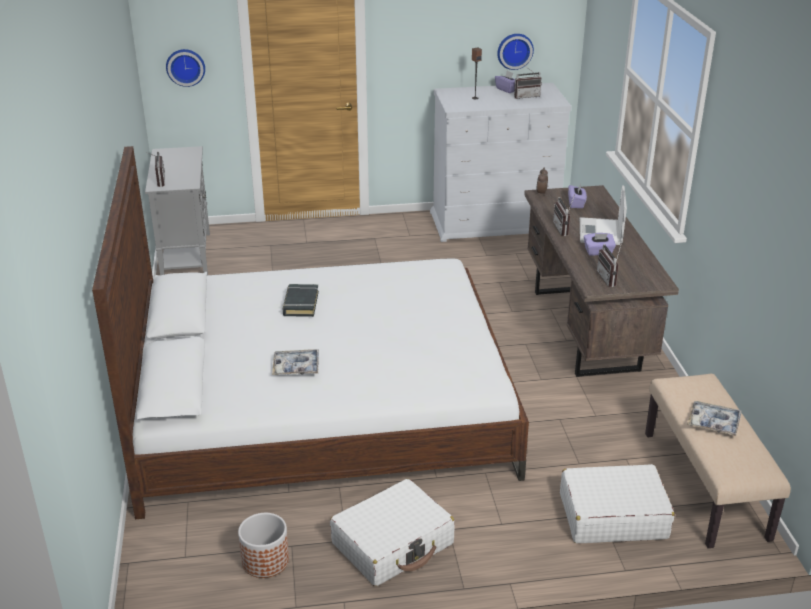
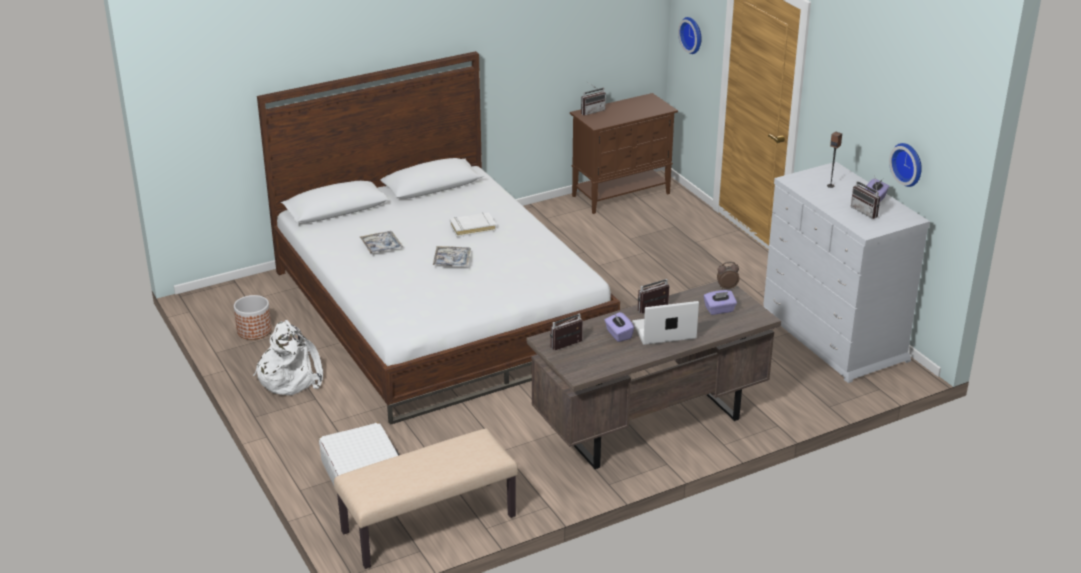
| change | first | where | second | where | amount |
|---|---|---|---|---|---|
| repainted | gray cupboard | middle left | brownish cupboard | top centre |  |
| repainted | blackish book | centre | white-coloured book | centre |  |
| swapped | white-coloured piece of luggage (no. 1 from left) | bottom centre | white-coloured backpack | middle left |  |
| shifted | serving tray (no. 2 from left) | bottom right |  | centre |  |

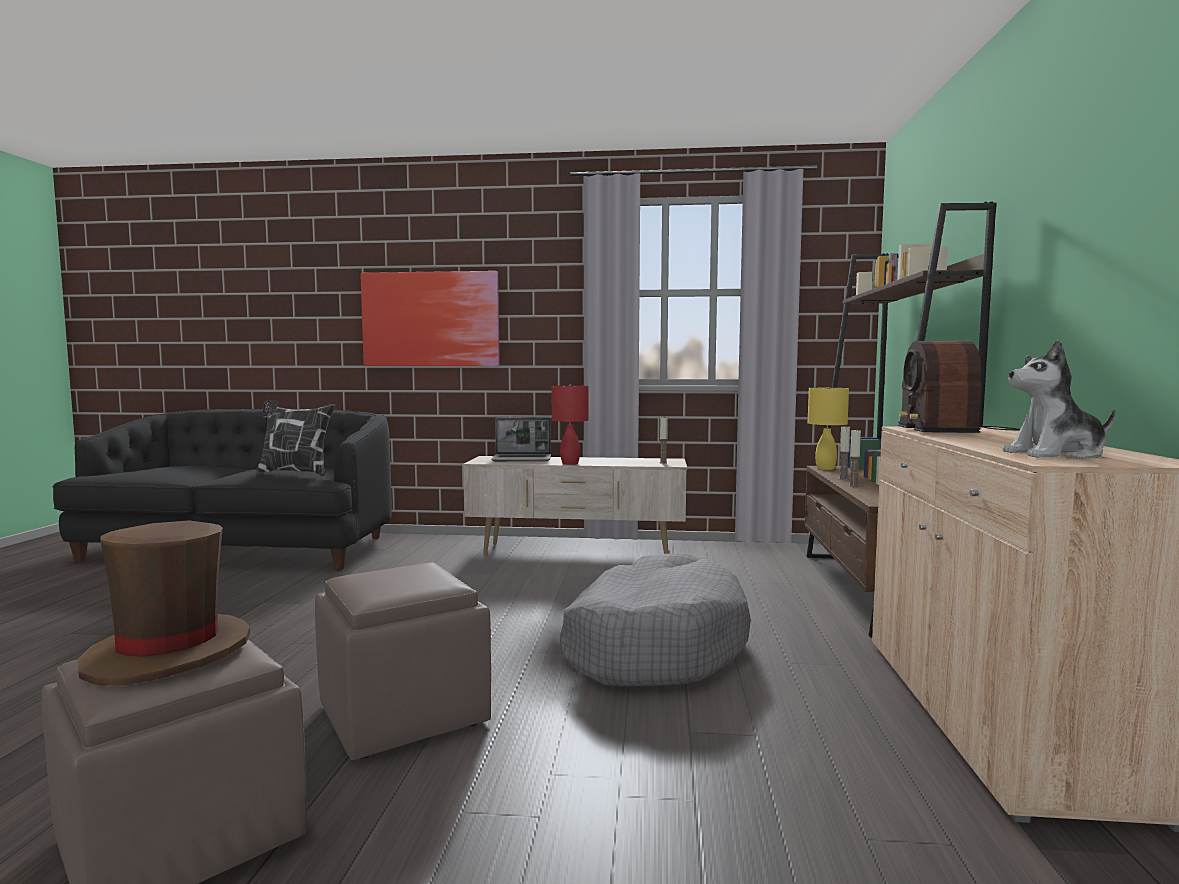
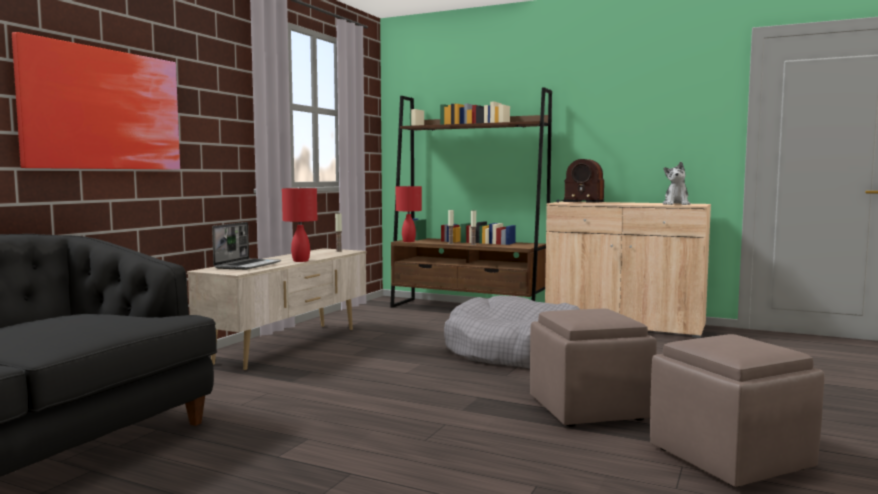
| change | first | where | second | where | amount |
|---|---|---|---|---|---|
| gone | brownish hat | bottom left |  |  |  |
| gone | cushion | middle left |  |  |  |
| repainted | yellow tabletop lamp | middle right | reddish tabletop lamp (no. 2 from left) | centre |  |

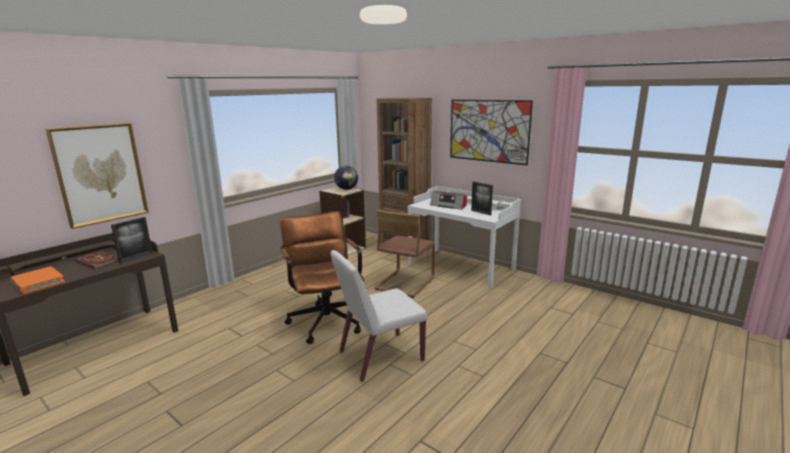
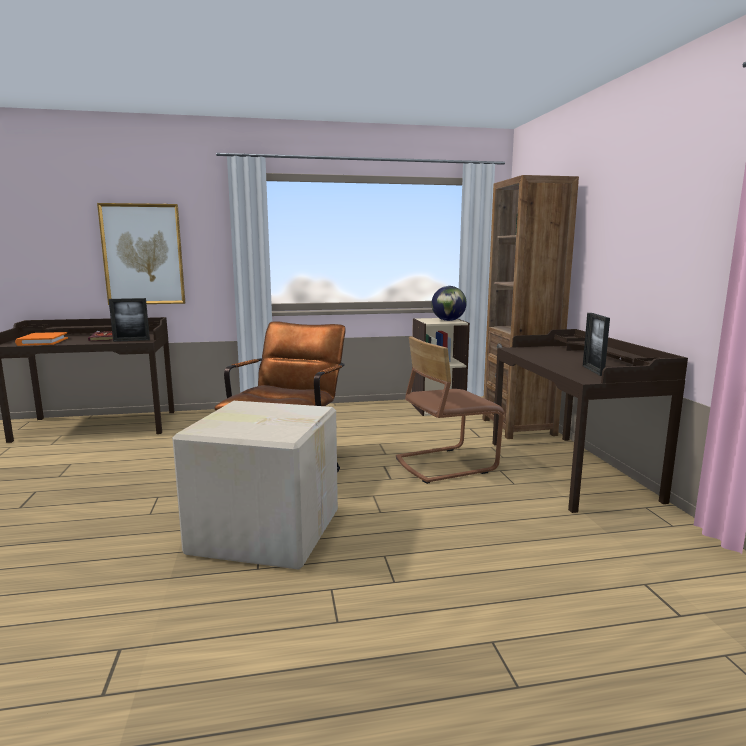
| change | first | where | second | where | amount |
|---|---|---|---|---|---|
| swapped | white-coloured plain chair | bottom centre | packing box | centre |  |
| repainted | white-coloured desk | centre | brownish desk (no. 2 from left) | middle right |  |
| gone | radio receiver | centre |  |  |  |
| gone | wall art (no. 2 from left) | top centre |  |  |  |

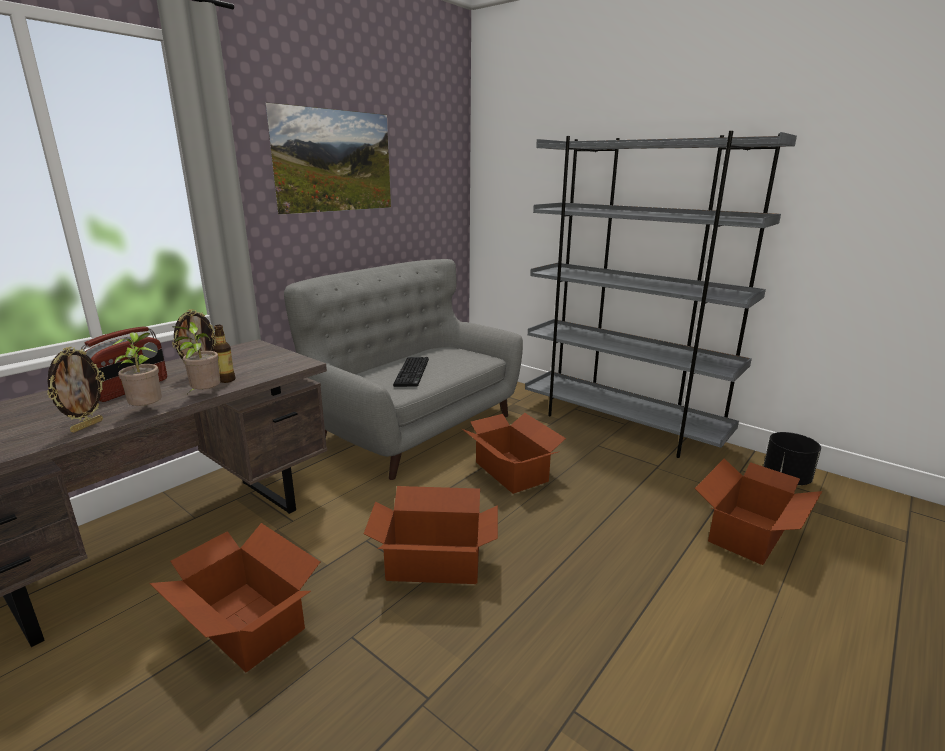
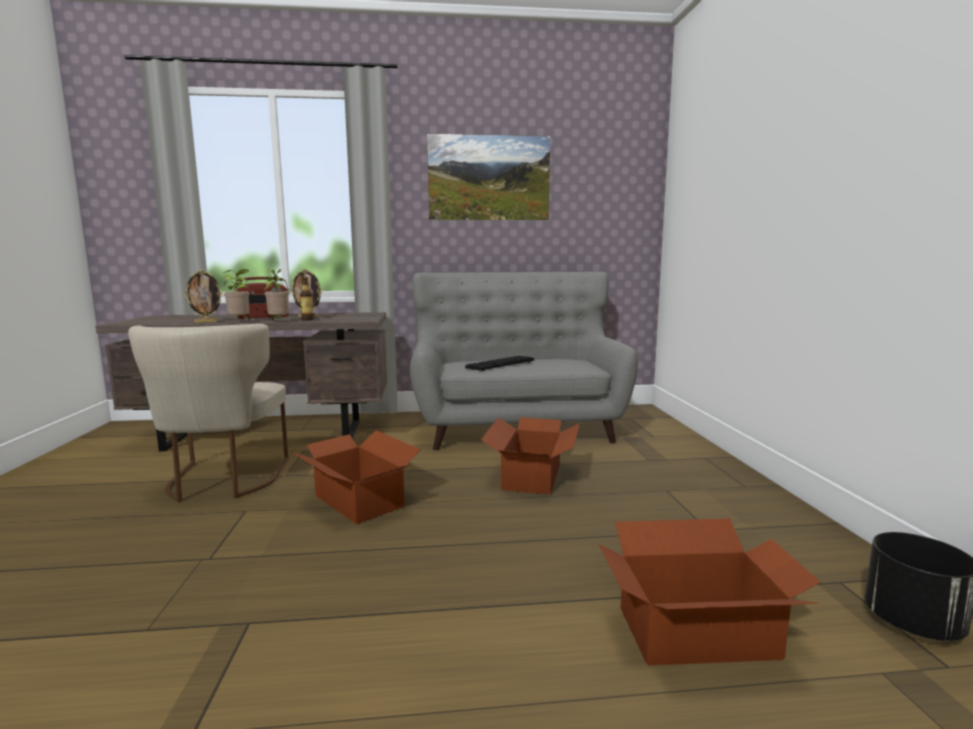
| change | first | where | second | where | amount |
|---|---|---|---|---|---|
| swapped | packing box (no. 1 from left) | bottom left | sand-coloured plain chair | middle left |  |
| gone | gray bookshelf | middle right |  |  |  |

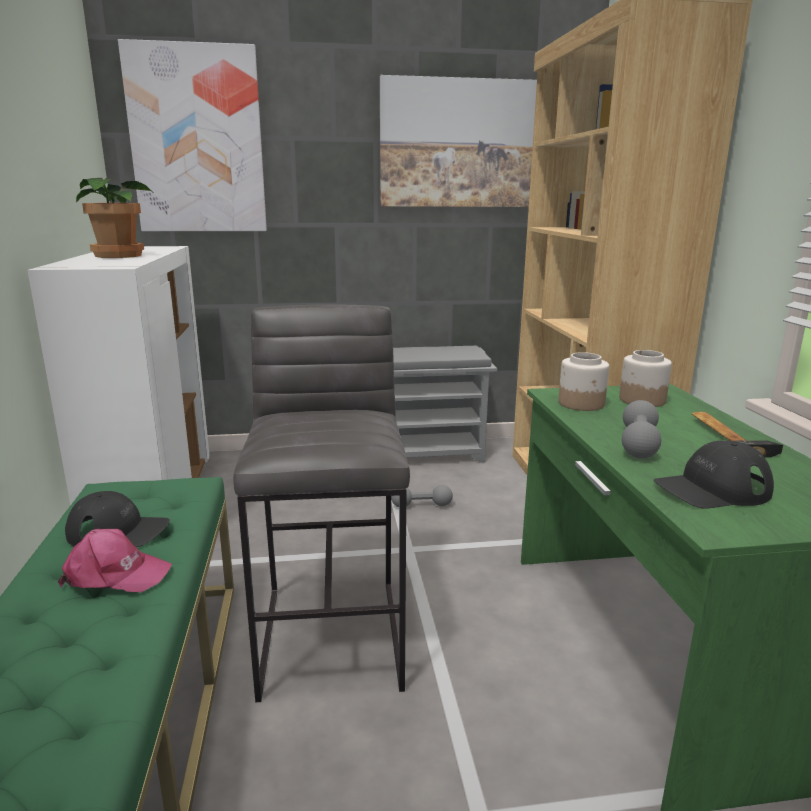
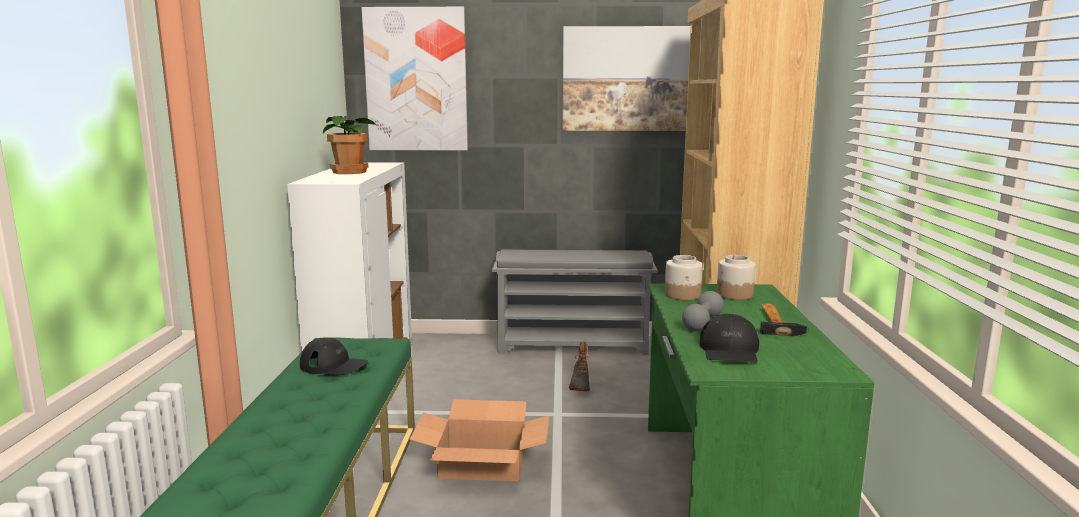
| change | first | where | second | where | amount |
|---|---|---|---|---|---|
| gone | pink-coloured cap | bottom left |  |  |  |
| swapped | gray stool | centre | packing box | bottom centre |  |
| swapped | gray hand weight (no. 1 from left) | centre | tall boot | bottom centre |  |
| rotated | blackish cap (no. 2 from left) | middle right |  | middle right | 75 degrees counterclockwise |

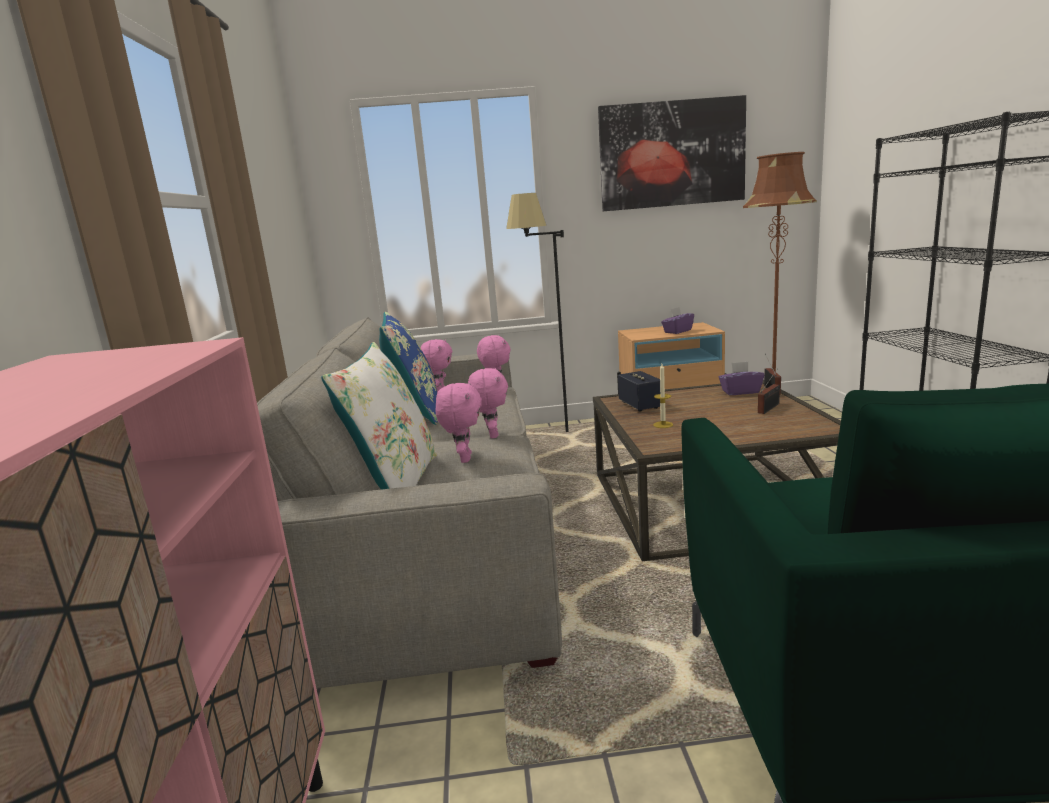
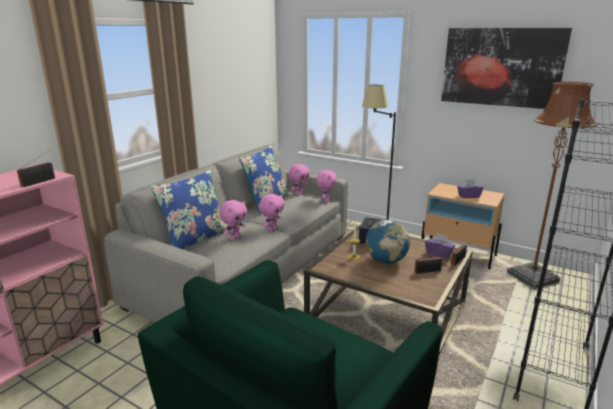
| change | first | where | second | where | amount |
|---|---|---|---|---|---|
| repainted | white-coloured cushion | centre | blue-coloured cushion (no. 1 from left) | middle left |  |
| new |  |  | radio receiver (no. 1 from left) | middle left |  |
| new |  |  | globe | centre |  |

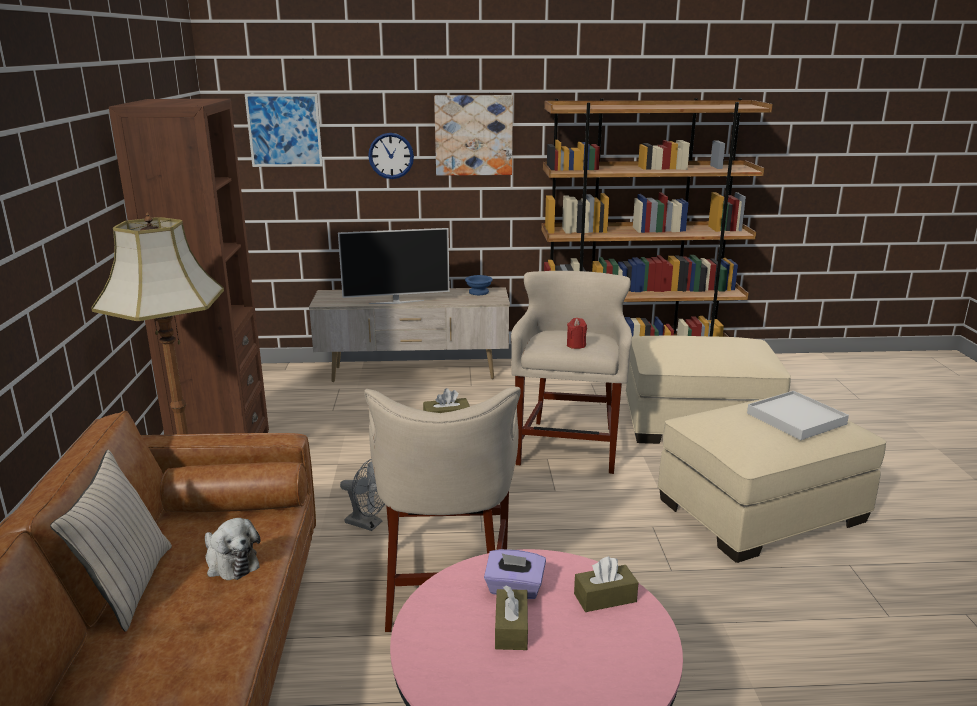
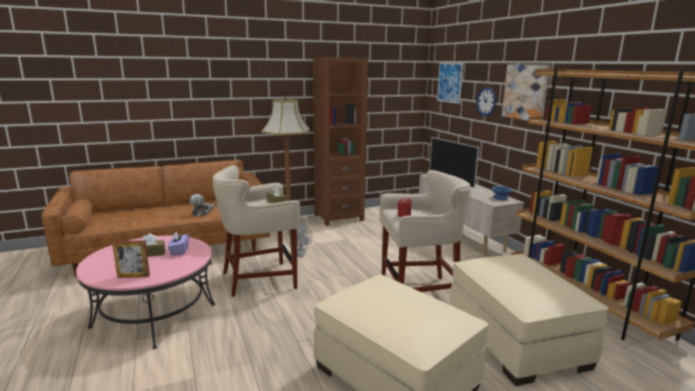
| change | first | where | second | where | amount |
|---|---|---|---|---|---|
| gone | sand-coloured cushion | bottom left |  |  |  |
| gone | brownish box of tissues (no. 3 from left) | bottom centre |  |  |  |
| gone | white-coloured serving tray | middle right |  |  |  |
| new |  |  | standing frame | middle left |  |

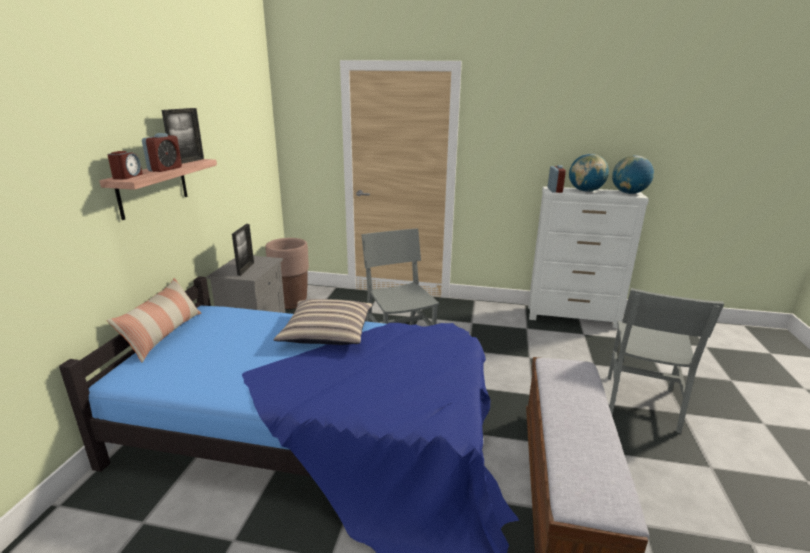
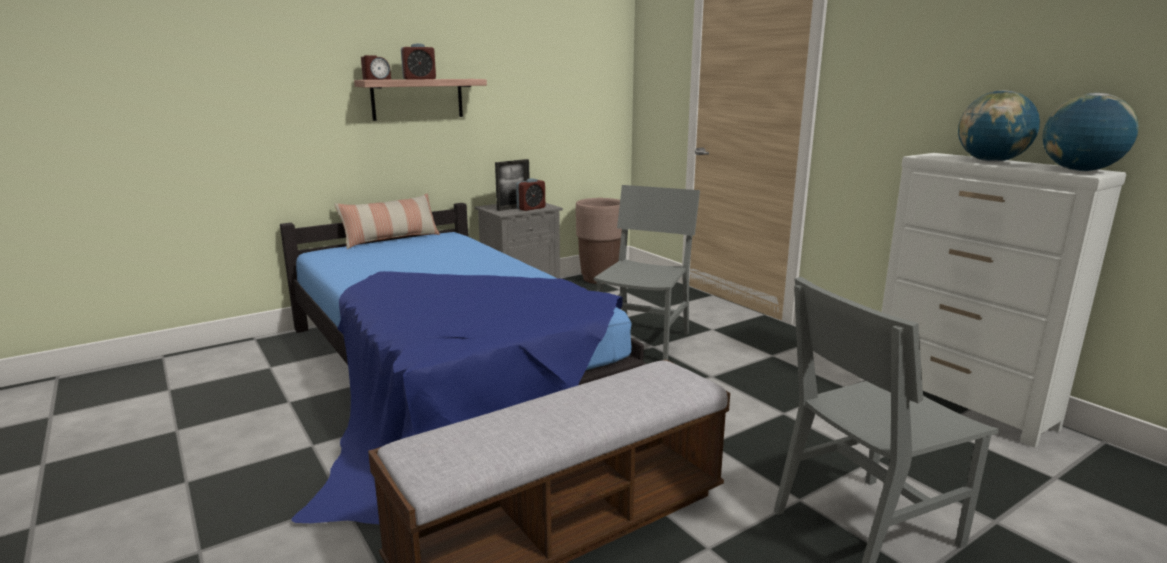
| change | first | where | second | where | amount |
|---|---|---|---|---|---|
| gone | standing frame (no. 1 from left) | top left |  |  |  |
| gone | cushion (no. 2 from left) | centre |  |  |  |
| shifted | alarm clock (no. 3 from left) | top right |  | centre |  |

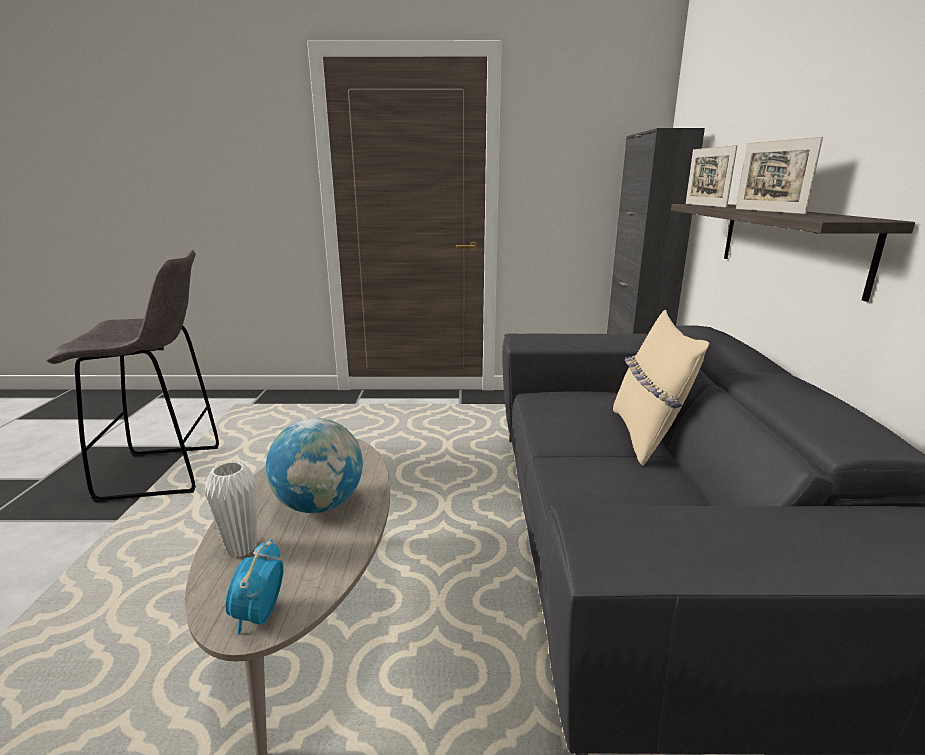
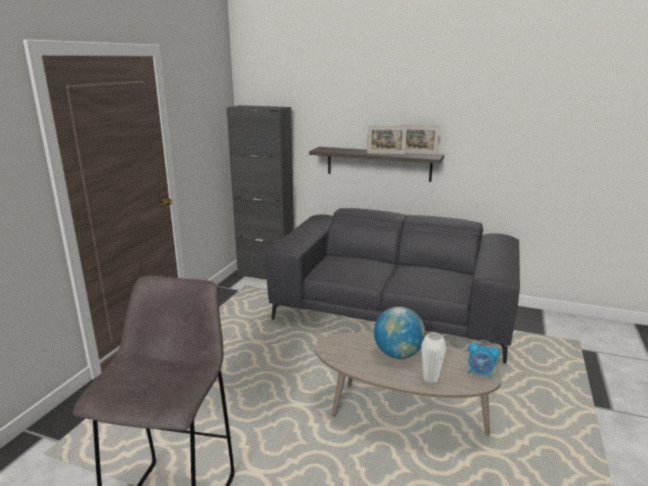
| change | first | where | second | where | amount |
|---|---|---|---|---|---|
| gone | sand-coloured cushion | middle right |  |  |  |
| shifted | standing frame (no. 1 from left in the first image) | top right | standing frame (no. 2 from left) | top centre |  |

